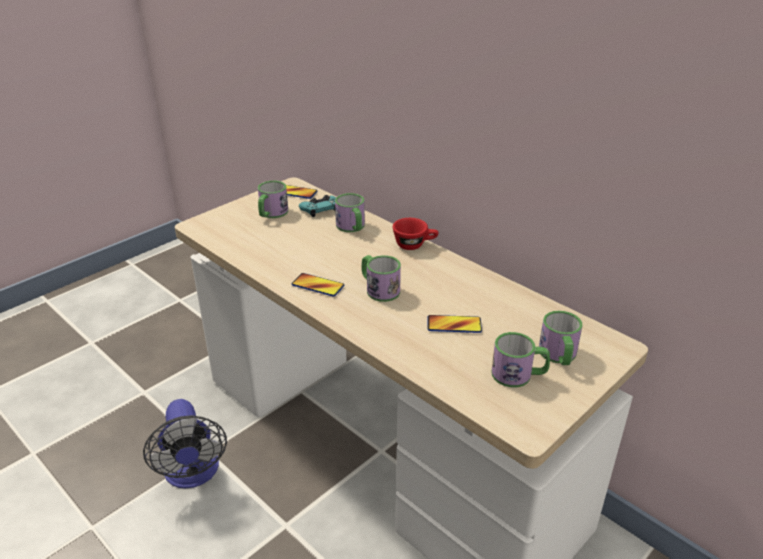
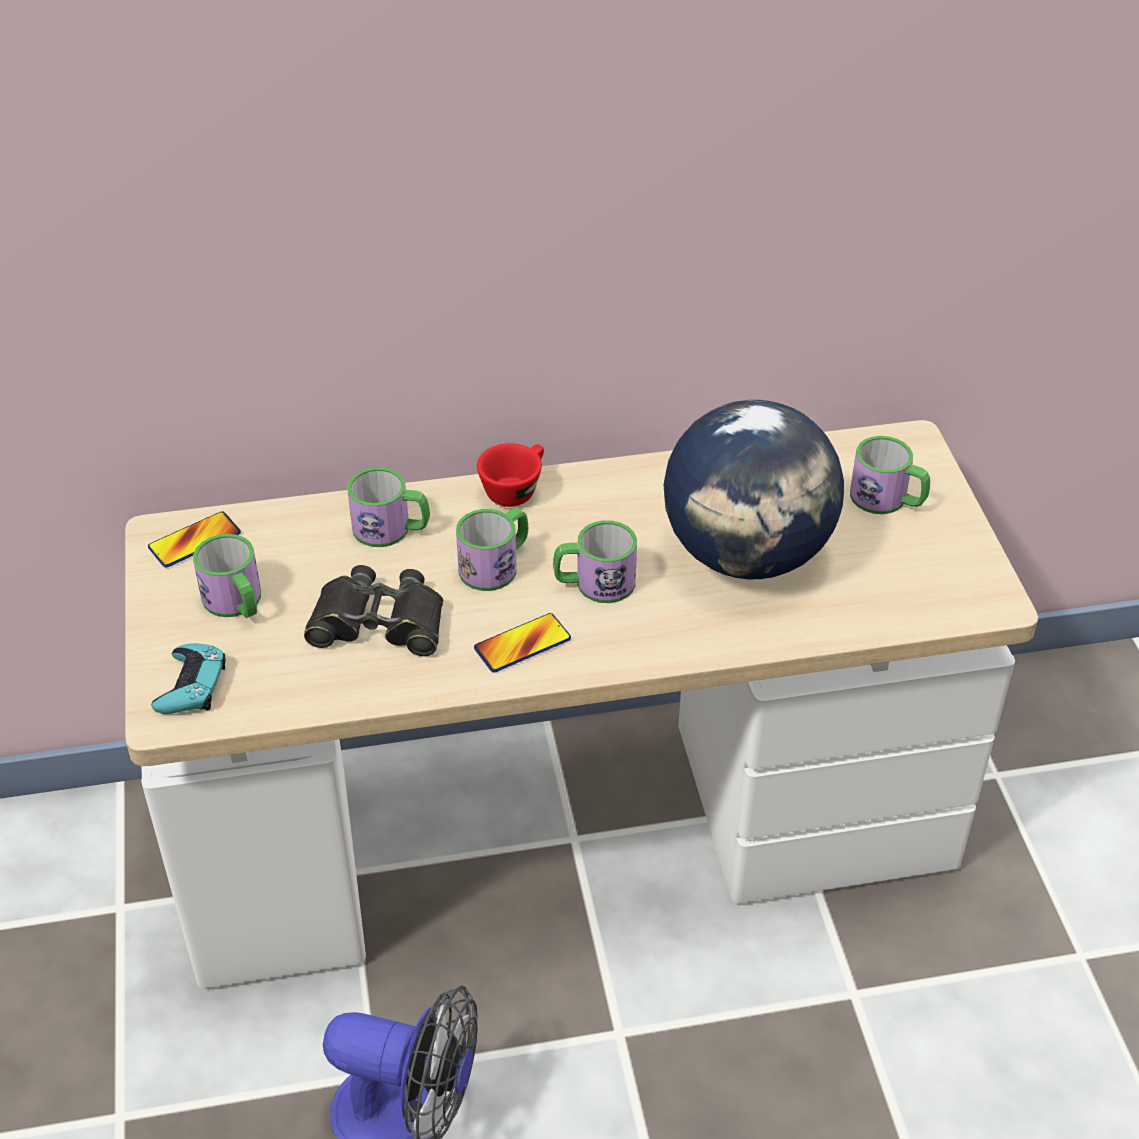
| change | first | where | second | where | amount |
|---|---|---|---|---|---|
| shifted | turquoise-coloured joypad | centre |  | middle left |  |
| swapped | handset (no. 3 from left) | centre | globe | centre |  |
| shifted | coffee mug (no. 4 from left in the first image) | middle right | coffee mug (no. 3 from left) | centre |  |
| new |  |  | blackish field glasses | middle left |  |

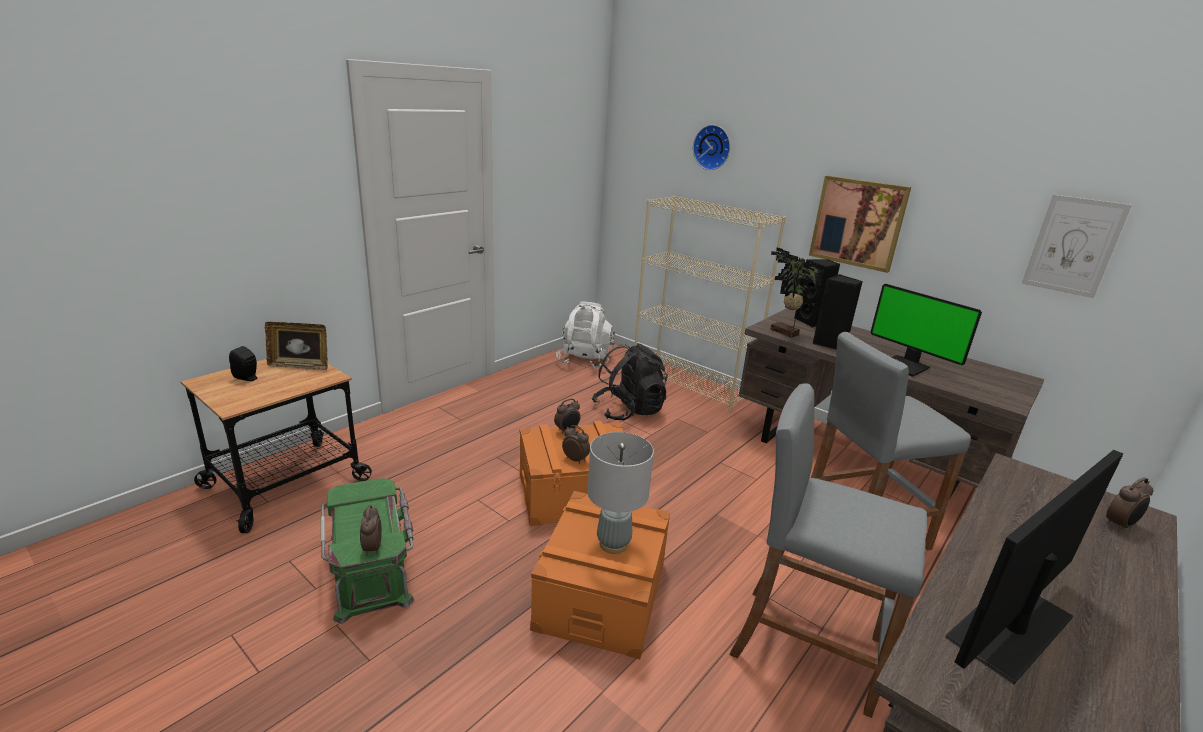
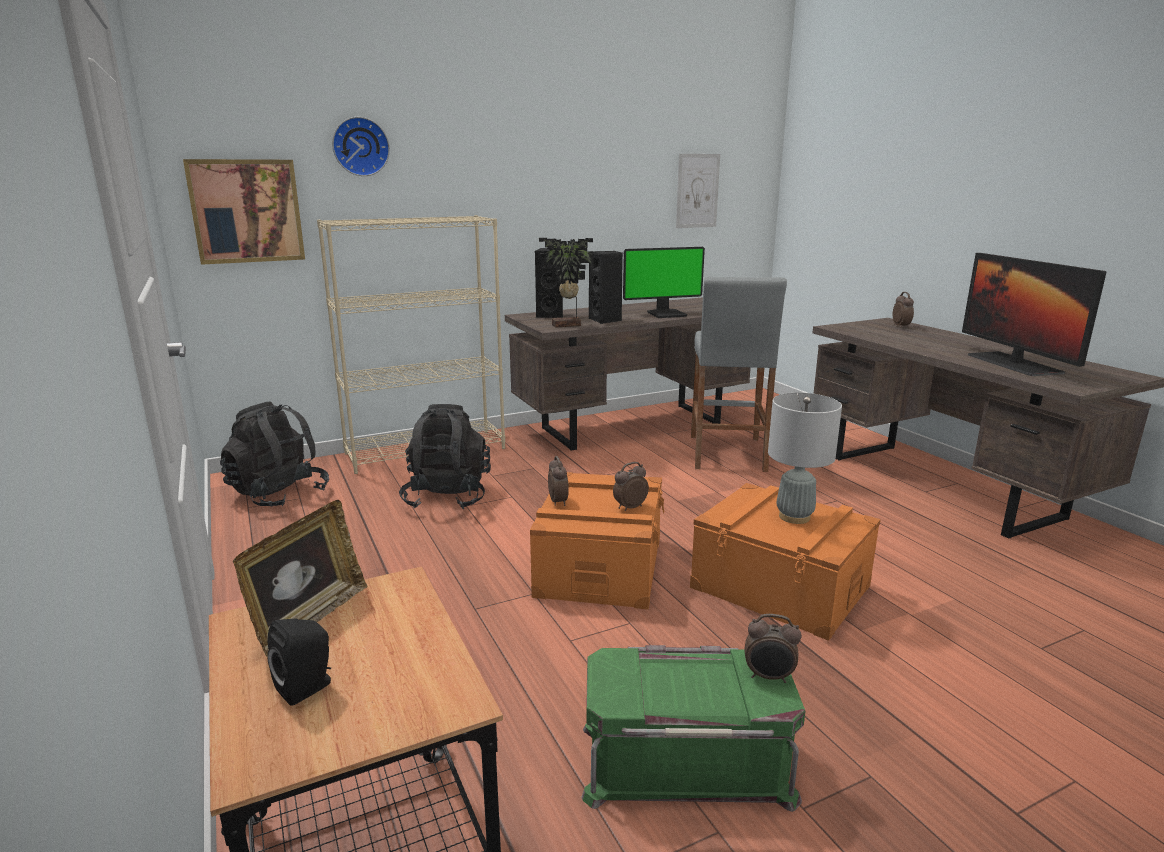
| change | first | where | second | where | amount |
|---|---|---|---|---|---|
| repainted | white-coloured backpack | centre | blackish backpack (no. 1 from left) | middle left |  |
| gone | gray stool (no. 1 from left) | bottom right |  |  |  |
| shifted | wall art (no. 1 from left) | top right |  | top left |  |

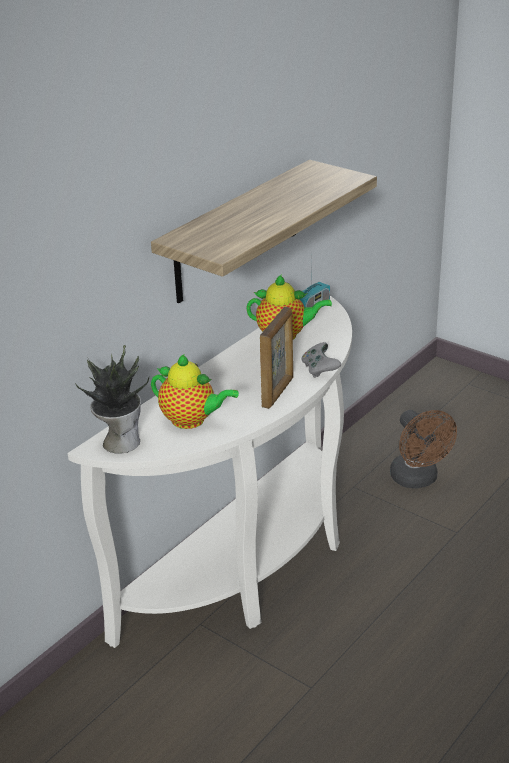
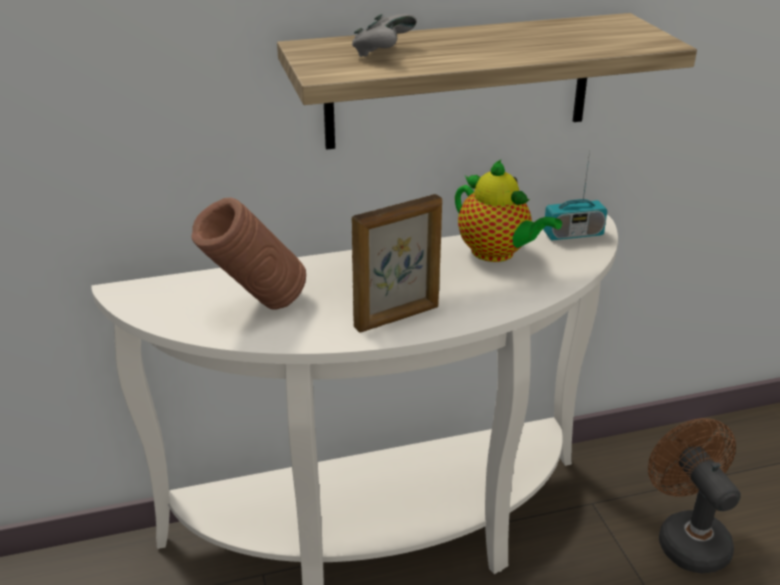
| change | first | where | second | where | amount |
|---|---|---|---|---|---|
| gone | potted plant | middle left |  |  |  |
| swapped | teapot (no. 1 from left) | centre | brownish decorative vase | middle left |  |
| shifted | gray joypad | centre |  | top centre |  |
| rotated | brownish fan | middle right |  | bottom right | 150 degrees clockwise |

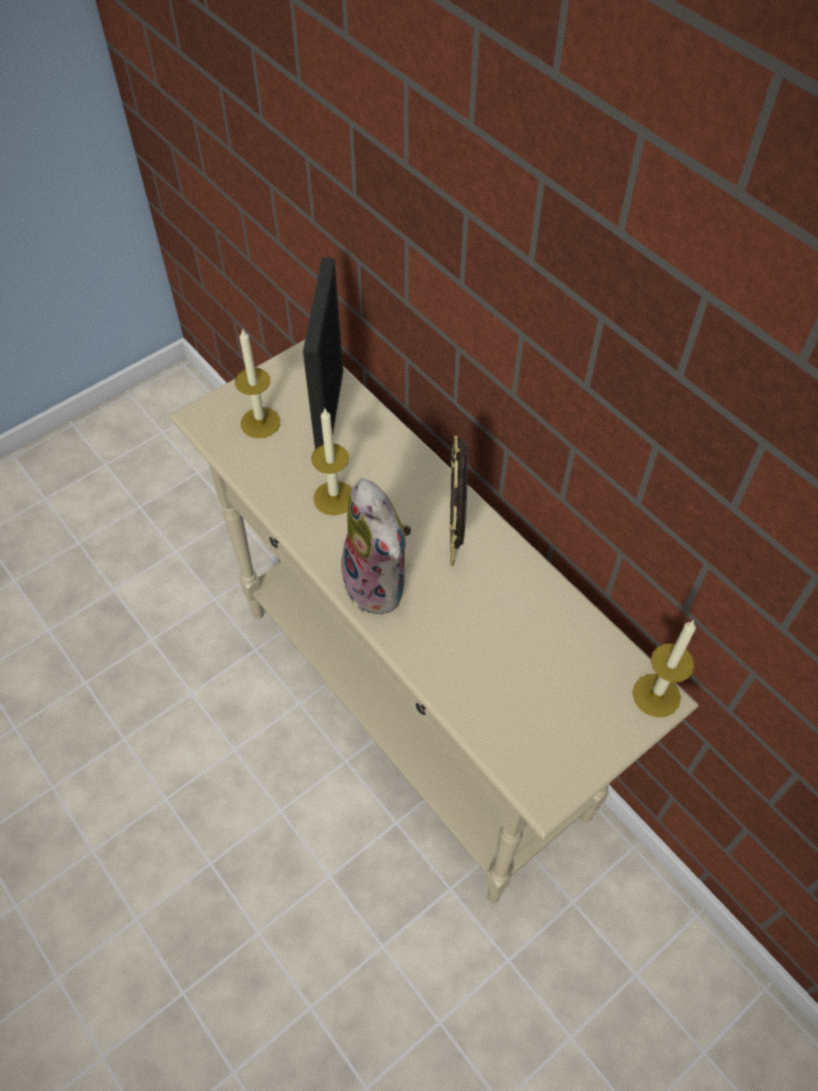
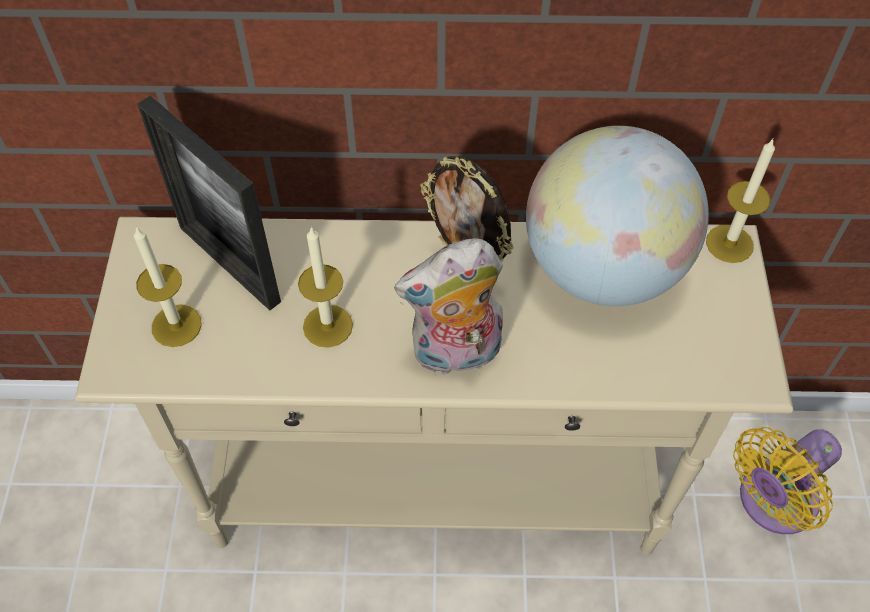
| change | first | where | second | where | amount |
|---|---|---|---|---|---|
| rotated | plush toy | centre |  | centre | 150 degrees clockwise |
| new |  |  | globe | middle right |  |
| new |  |  | yellow fan | bottom right |  |

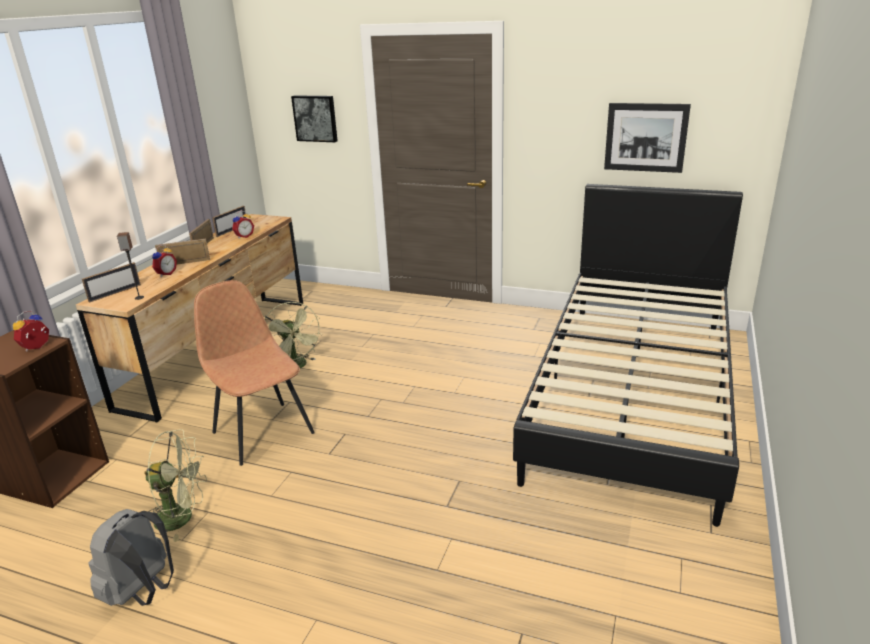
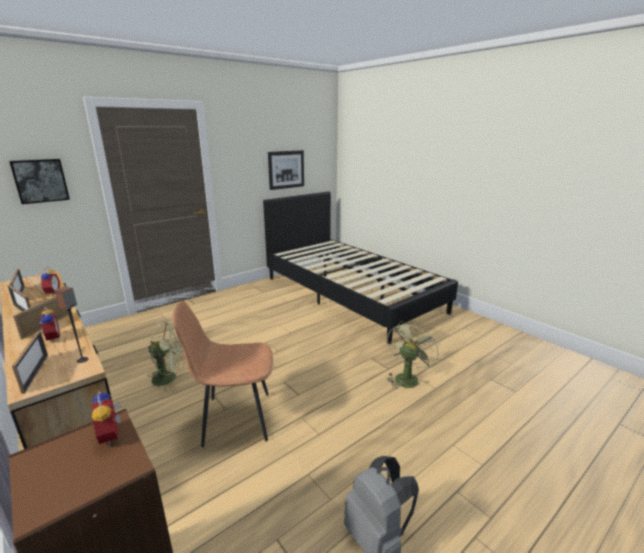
| change | first | where | second | where | amount |
|---|---|---|---|---|---|
| shifted | green fan (no. 1 from left in the first image) | bottom left | green fan (no. 2 from left) | centre |  |

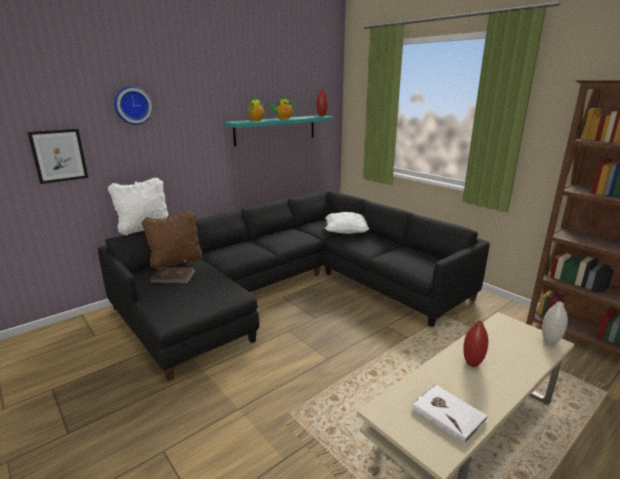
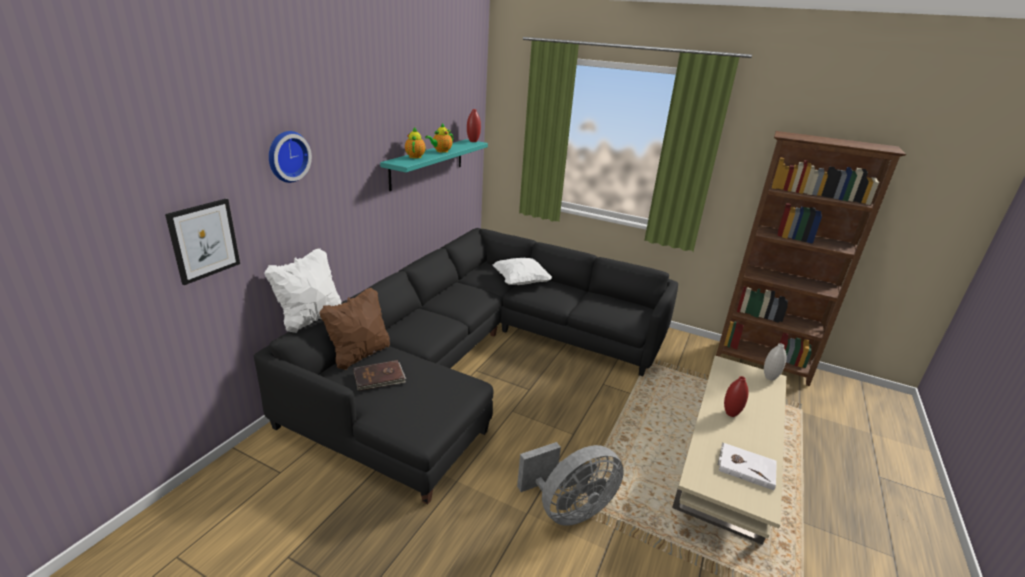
| change | first | where | second | where | amount |
|---|---|---|---|---|---|
| new |  |  | gray fan | bottom centre |  |

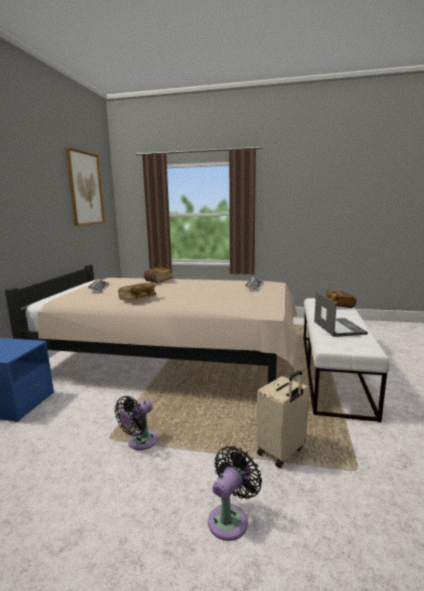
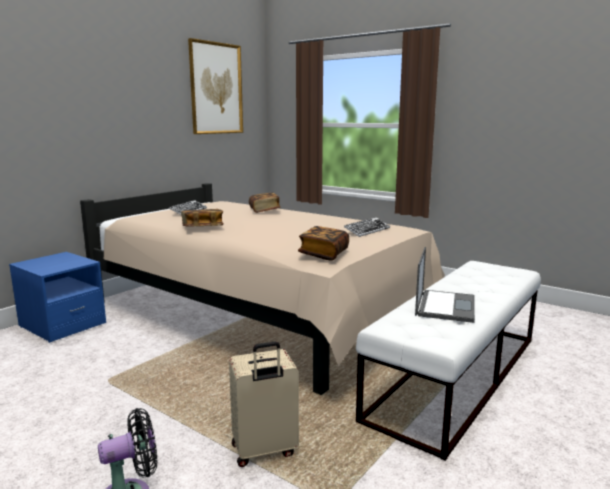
| change | first | where | second | where | amount |
|---|---|---|---|---|---|
| gone | blackish fan (no. 1 from left) | bottom left |  |  |  |
| shifted | book (no. 3 from left) | middle right |  | centre |  |

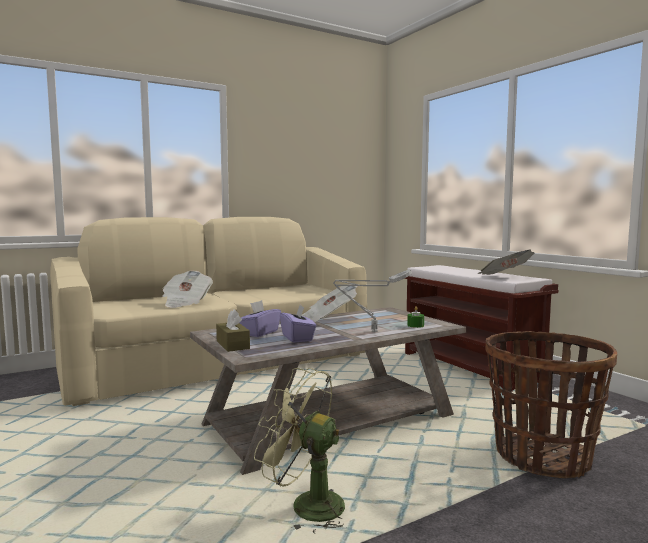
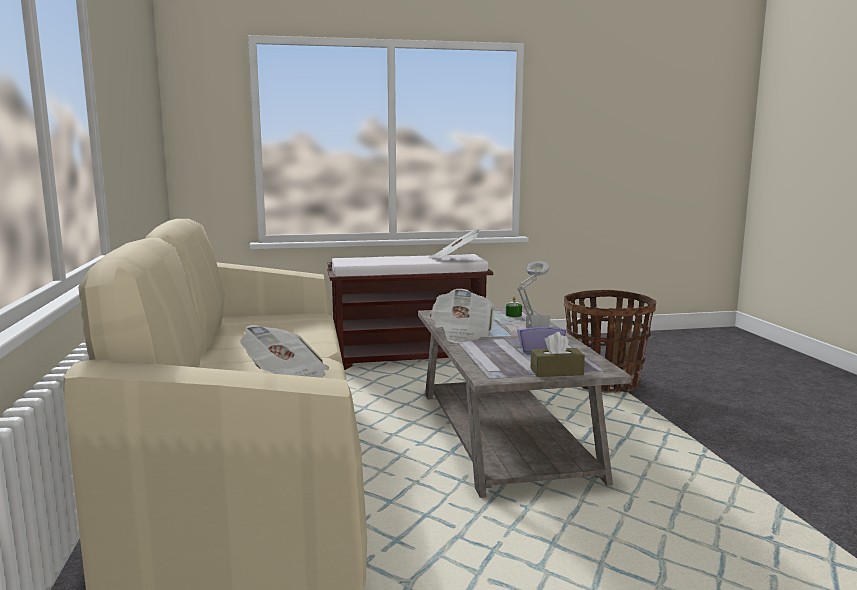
| change | first | where | second | where | amount |
|---|---|---|---|---|---|
| gone | purplish box of tissues (no. 1 from left) | centre |  |  |  |
| gone | green fan | bottom centre |  |  |  |

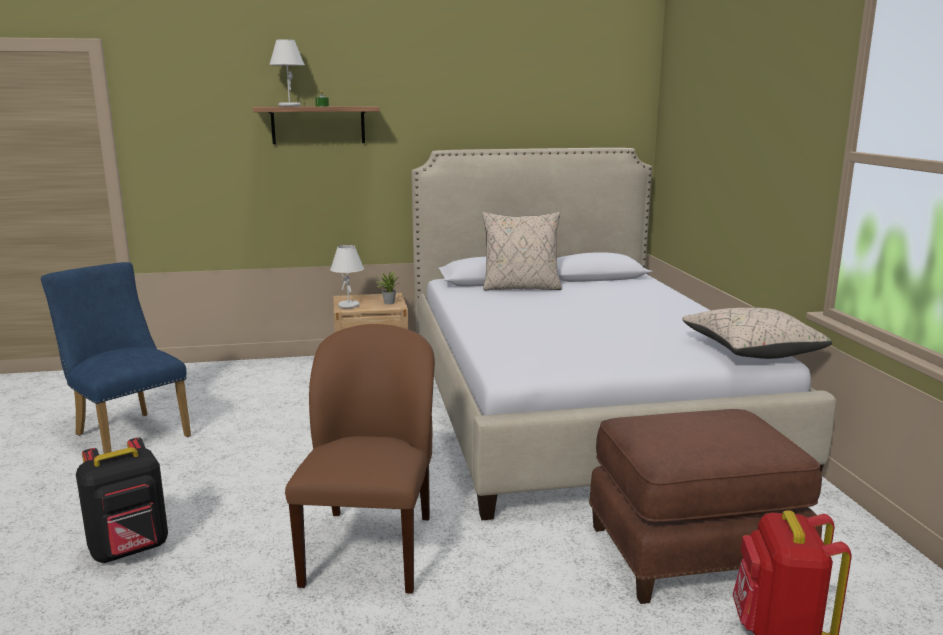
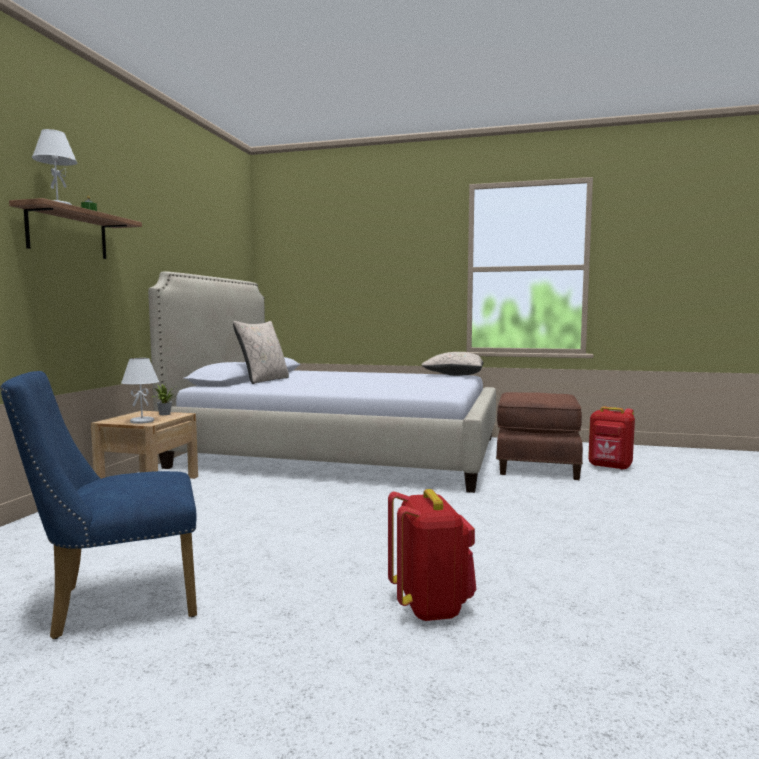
| change | first | where | second | where | amount |
|---|---|---|---|---|---|
| repainted | blackish backpack | bottom left | reddish backpack (no. 1 from left) | bottom centre |  |
| gone | brownish plain chair | bottom centre |  |  |  |

